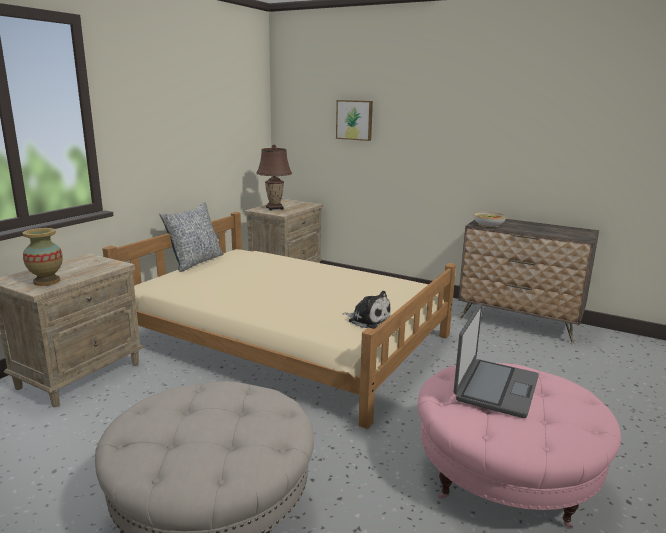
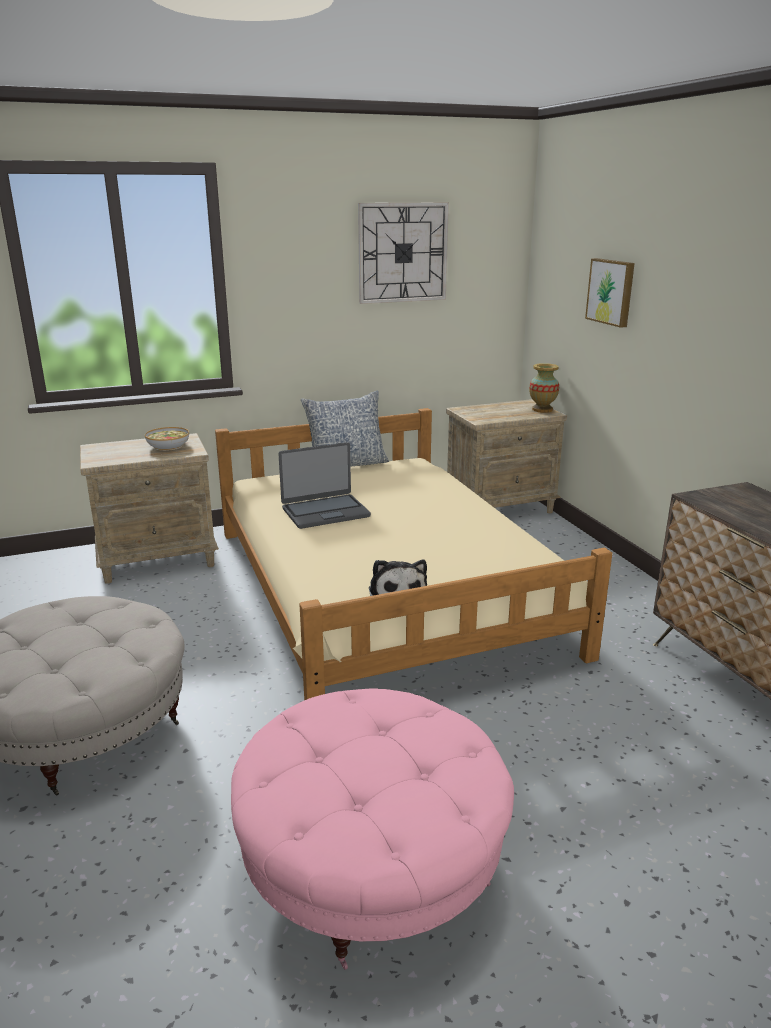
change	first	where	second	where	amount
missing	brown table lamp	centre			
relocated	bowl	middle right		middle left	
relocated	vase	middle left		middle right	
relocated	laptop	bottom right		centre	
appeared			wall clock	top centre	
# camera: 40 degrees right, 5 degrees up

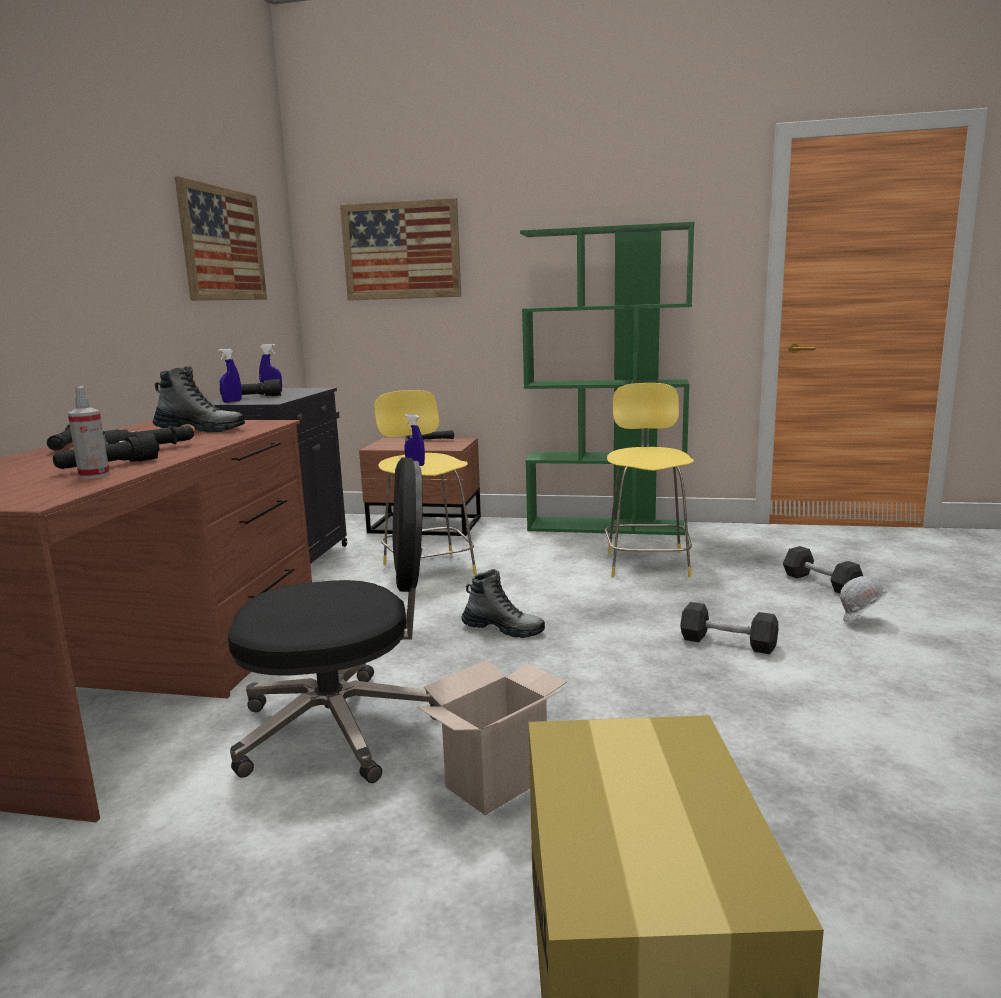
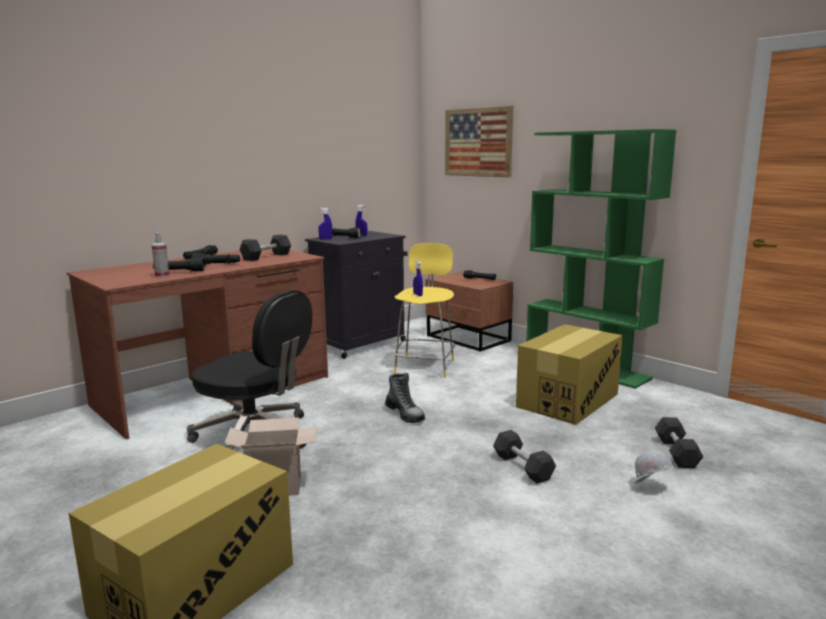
change	first	where	second	where	amount
missing	picture (no. 1 from left)	top left			
exchanged	boot (no. 1 from left)	middle left	black dumbbell (no. 1 from left)	middle left	
exchanged	yellow stool (no. 2 from left)	centre	cardboard box (no. 3 from left)	middle right	
# camera: 35 degrees right, 0 degrees up

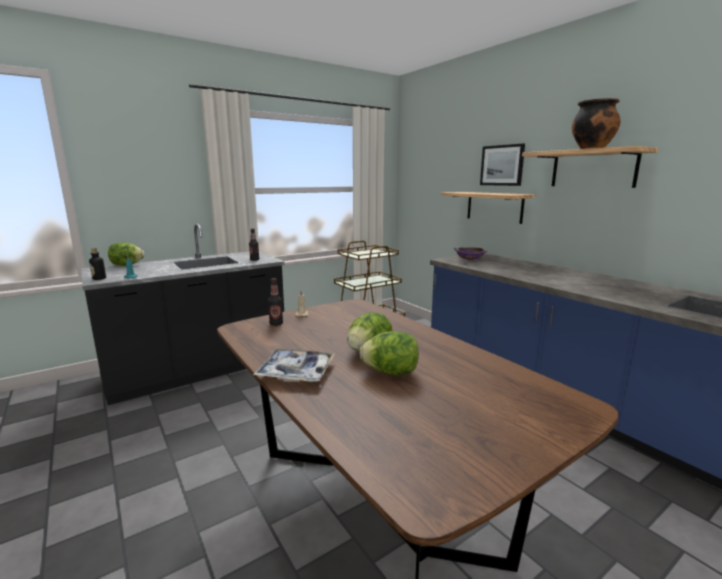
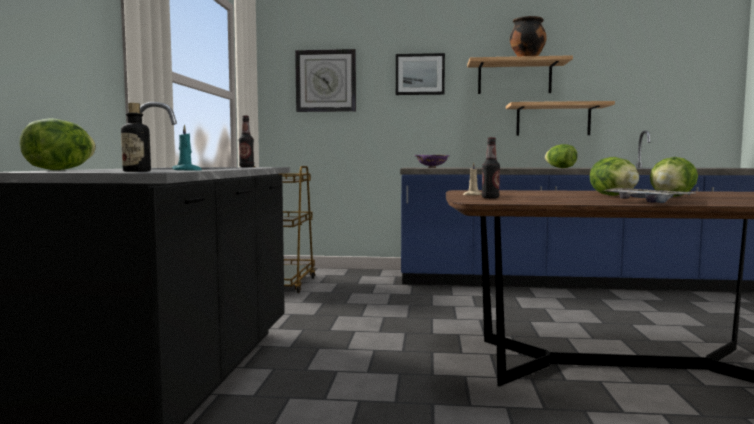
change	first	where	second	where	amount
relocated	shelf (no. 1 from left in the first image)	middle right	shelf (no. 2 from left)	top right	
appeared			wall clock	top centre	
appeared			lettuce (no. 2 from left)	middle right	
# camera: 50 degrees left, 10 degrees down

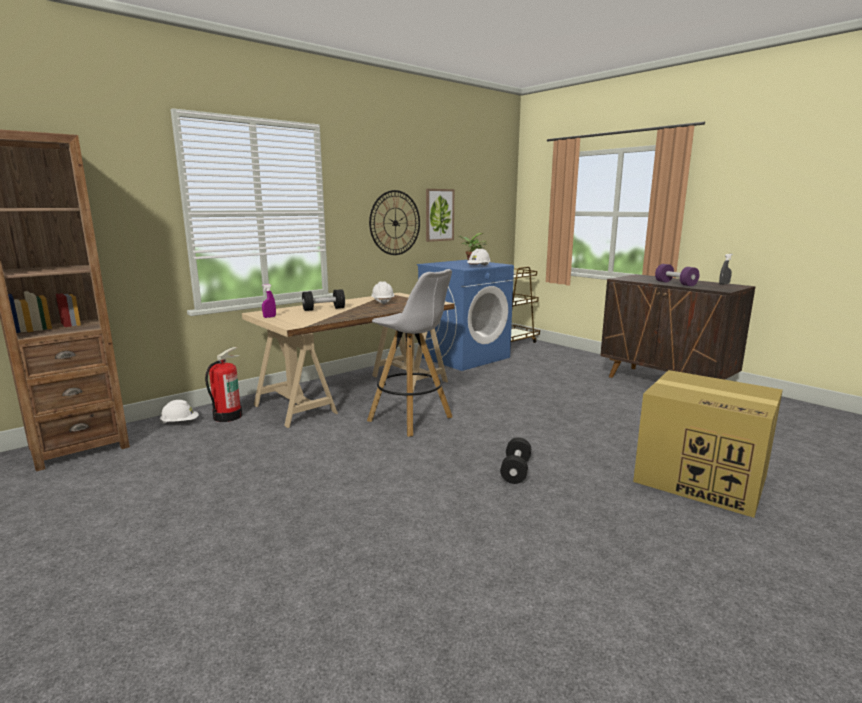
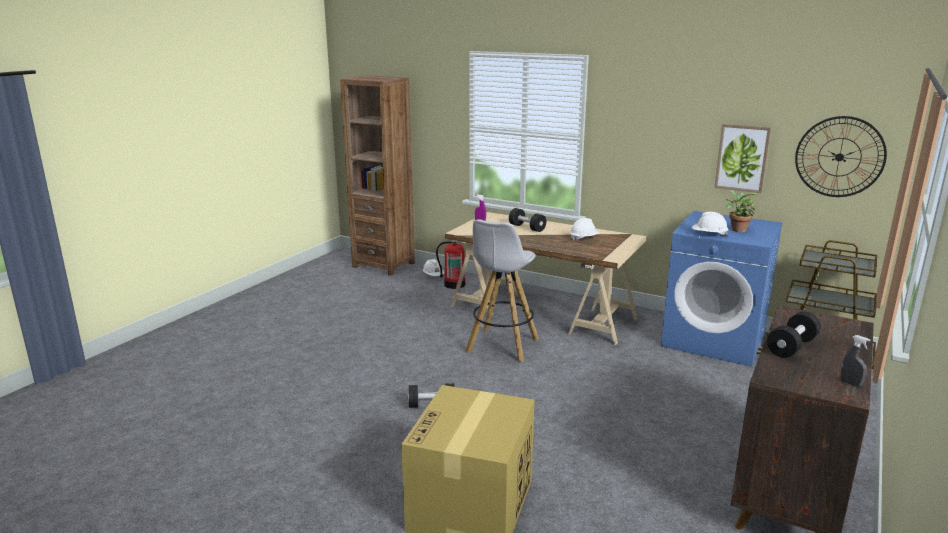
change	first	where	second	where	amount
relocated	wall clock	top centre		top right	
colour	purple dumbbell	middle right	black dumbbell (no. 3 from left)	middle right	
# camera: 70 degrees right, 5 degrees up

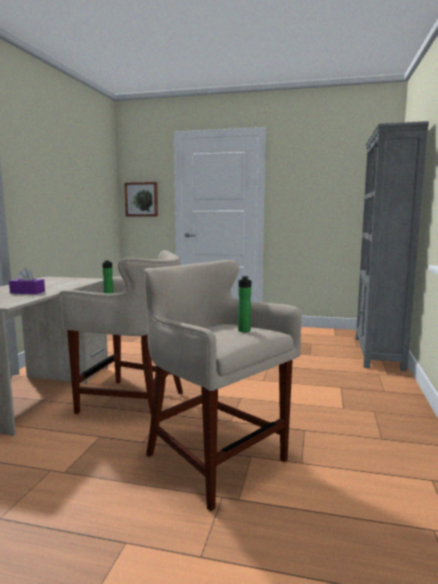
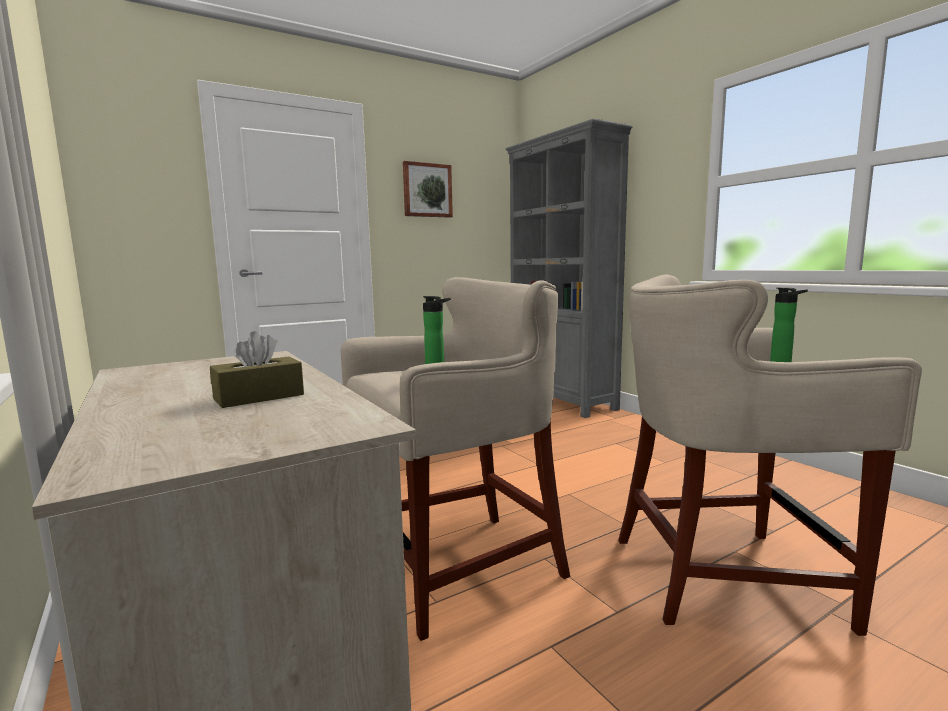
change	first	where	second	where	amount
relocated	picture	middle left		top centre	
colour	purple tissue box	middle left	brown tissue box	middle left	
# camera: 45 degrees left, 0 degrees up

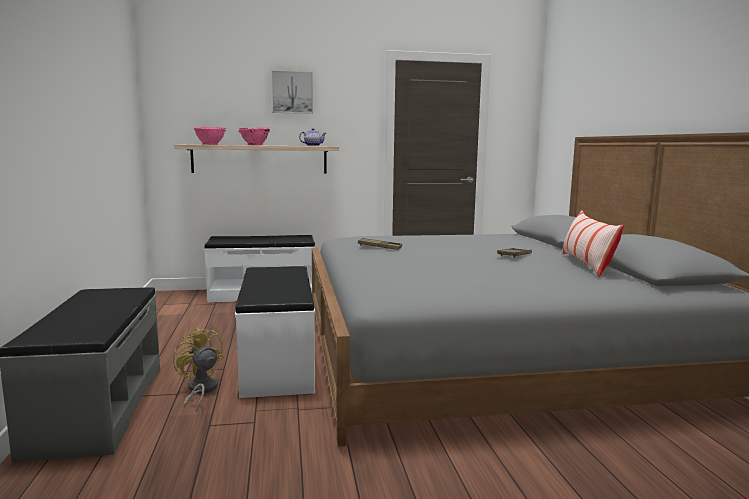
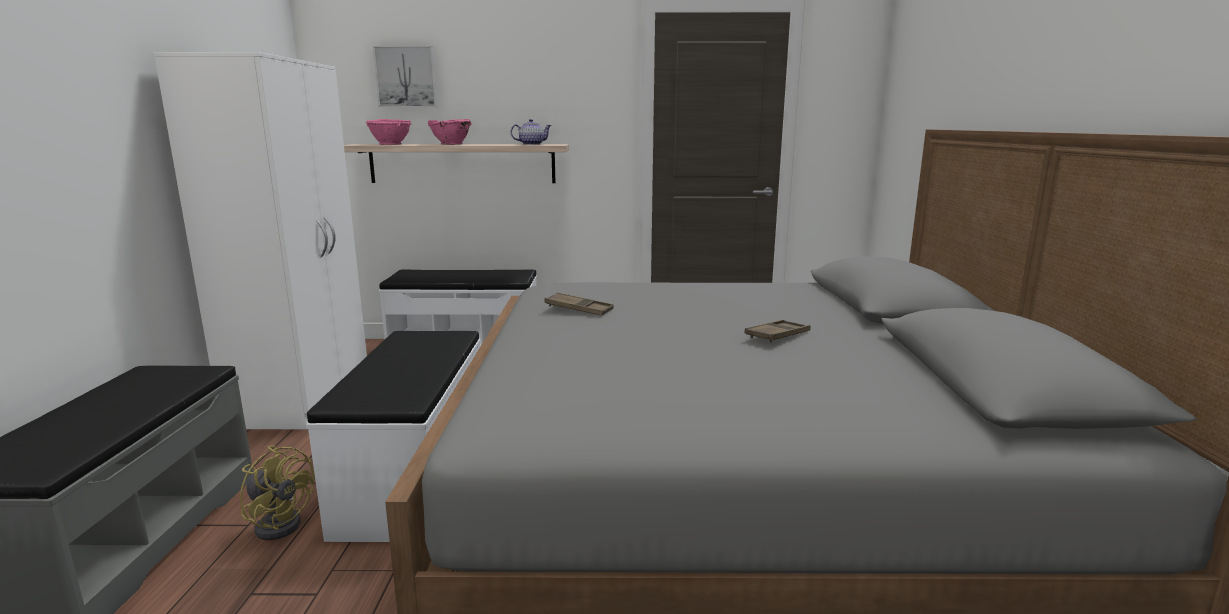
change	first	where	second	where	amount
relocated	picture	top centre		top left	
missing	pillow	middle right			
spun	yellow fan	bottom left		bottom left	150 degrees clockwise
appeared			white wardrobe	middle left	
# camera: 10 degrees right, 5 degrees up

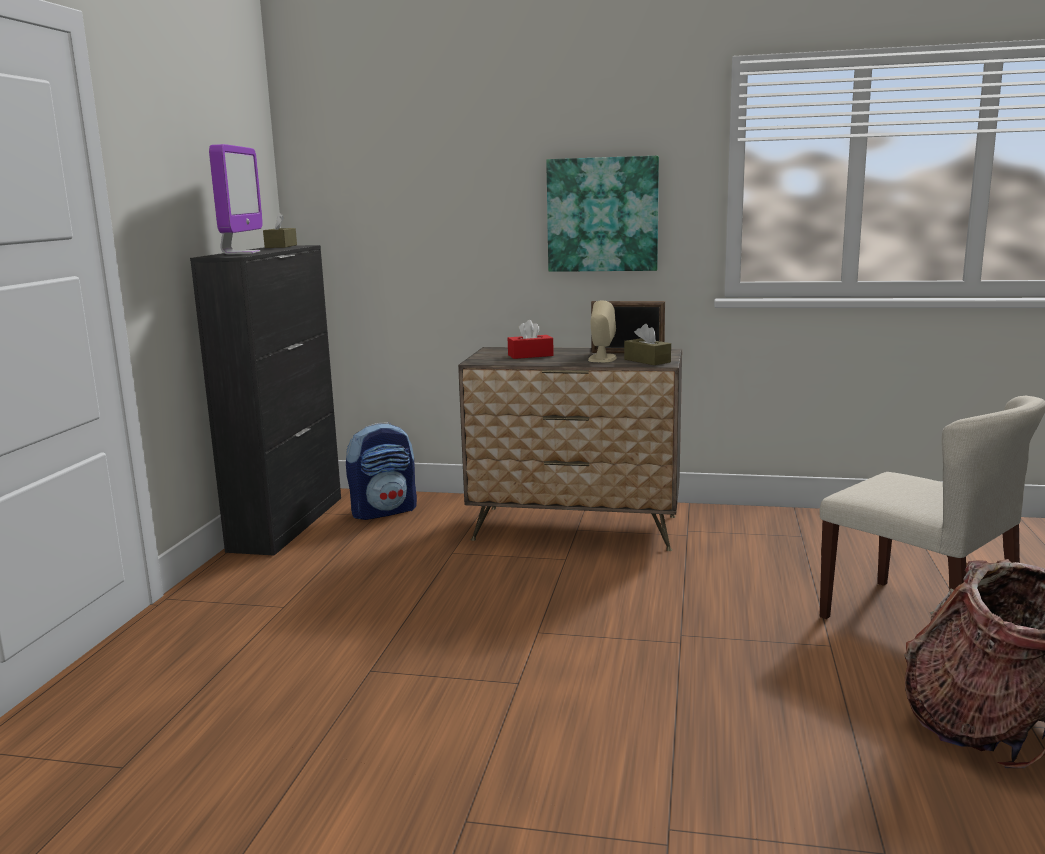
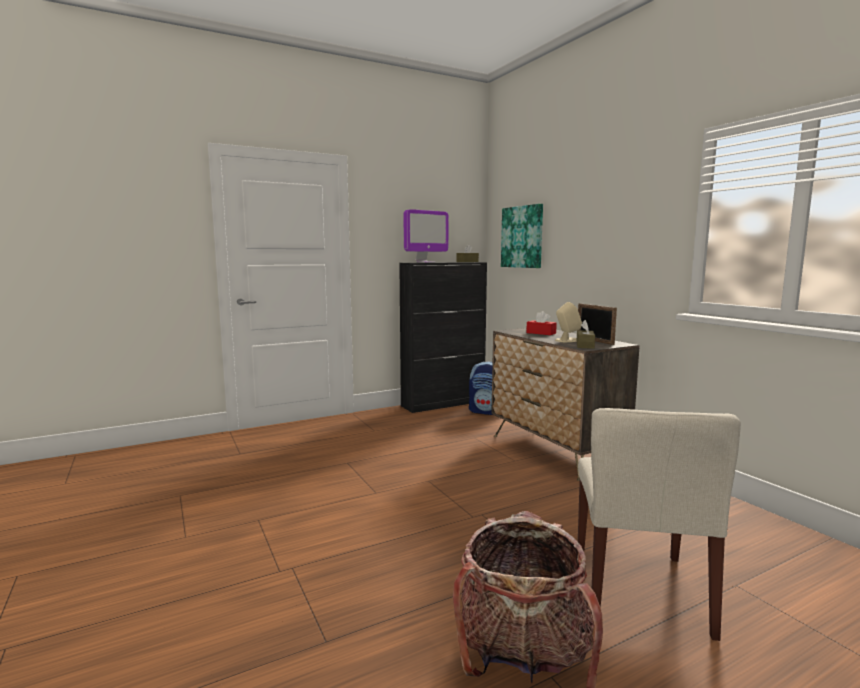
change	first	where	second	where	amount
relocated	picture	top centre		centre	
# camera: 50 degrees right, 5 degrees down

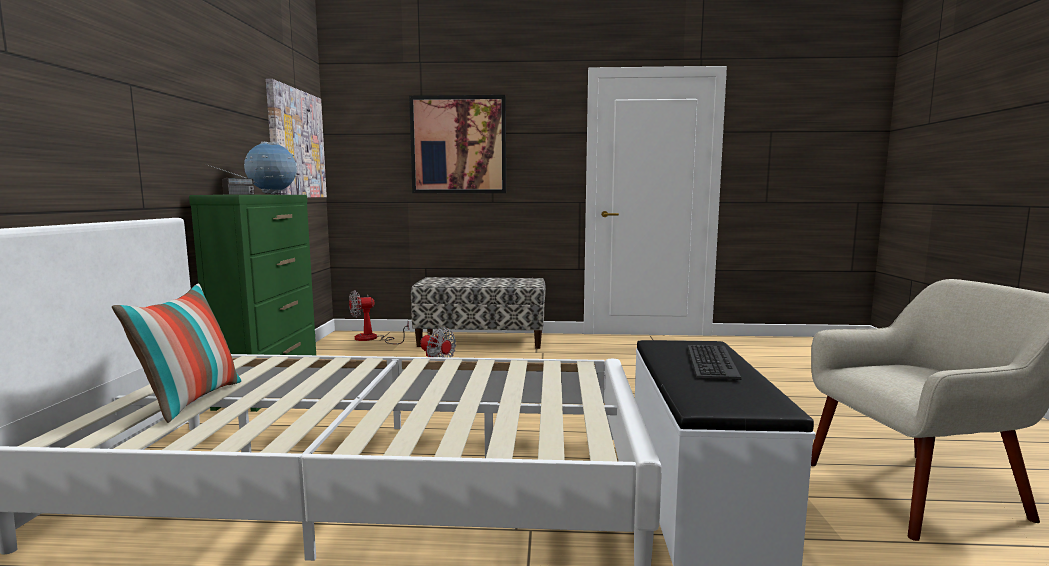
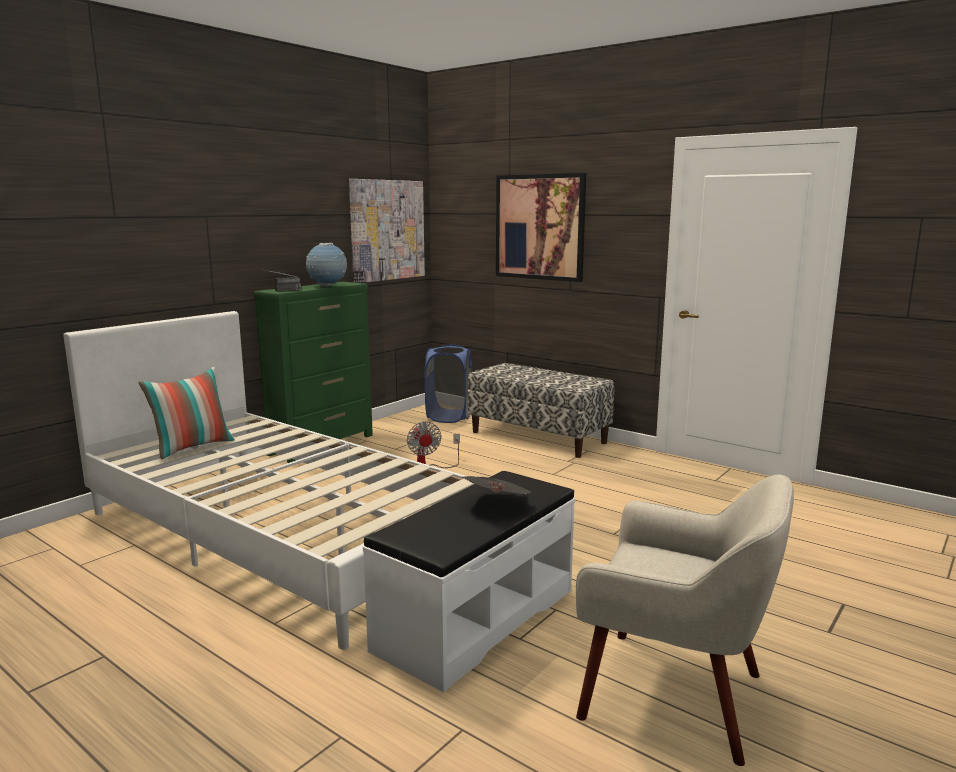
change	first	where	second	where	amount
exchanged	fan (no. 1 from left)	centre	blue laundry basket	centre	
exchanged	keyboard	middle right	newspaper	centre	
# camera: 35 degrees right, 5 degrees up

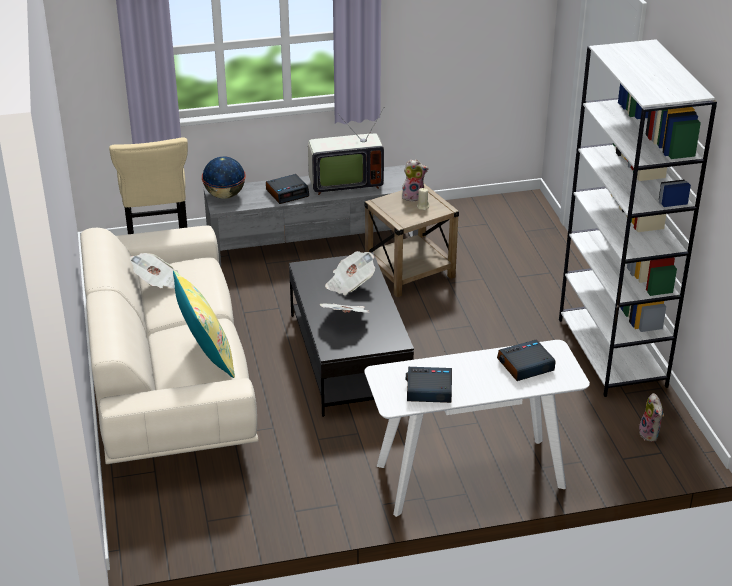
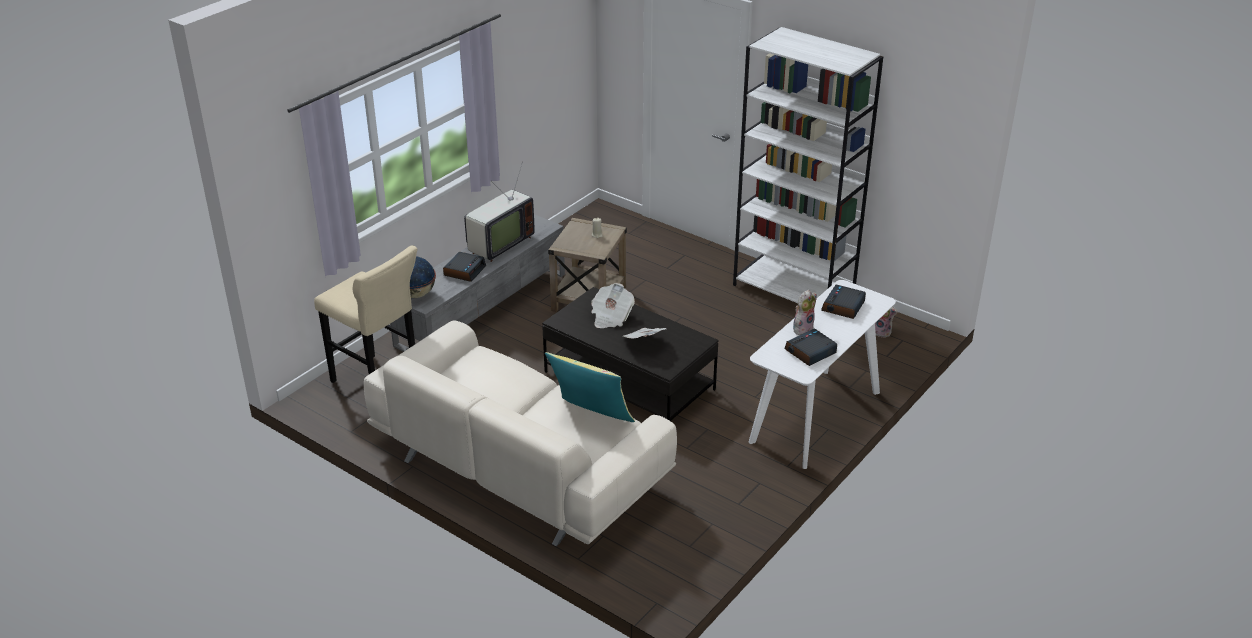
change	first	where	second	where	amount
relocated	plush toy (no. 1 from left)	top centre		centre	
missing	newspaper (no. 1 from left)	middle left			
# camera: 40 degrees left, 0 degrees up

